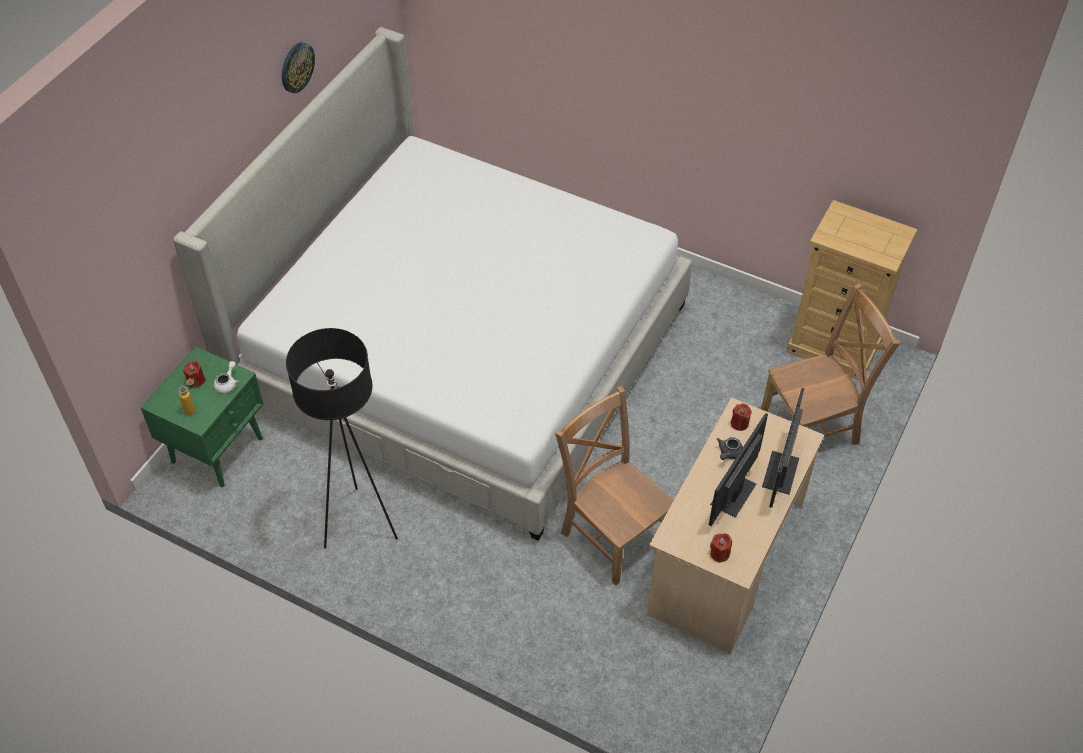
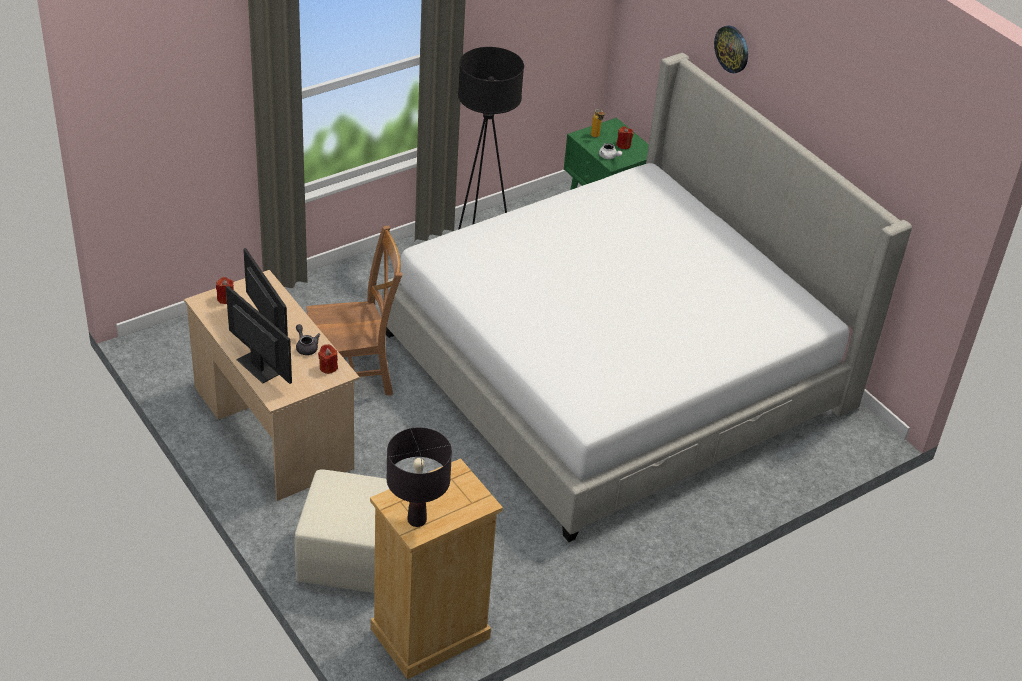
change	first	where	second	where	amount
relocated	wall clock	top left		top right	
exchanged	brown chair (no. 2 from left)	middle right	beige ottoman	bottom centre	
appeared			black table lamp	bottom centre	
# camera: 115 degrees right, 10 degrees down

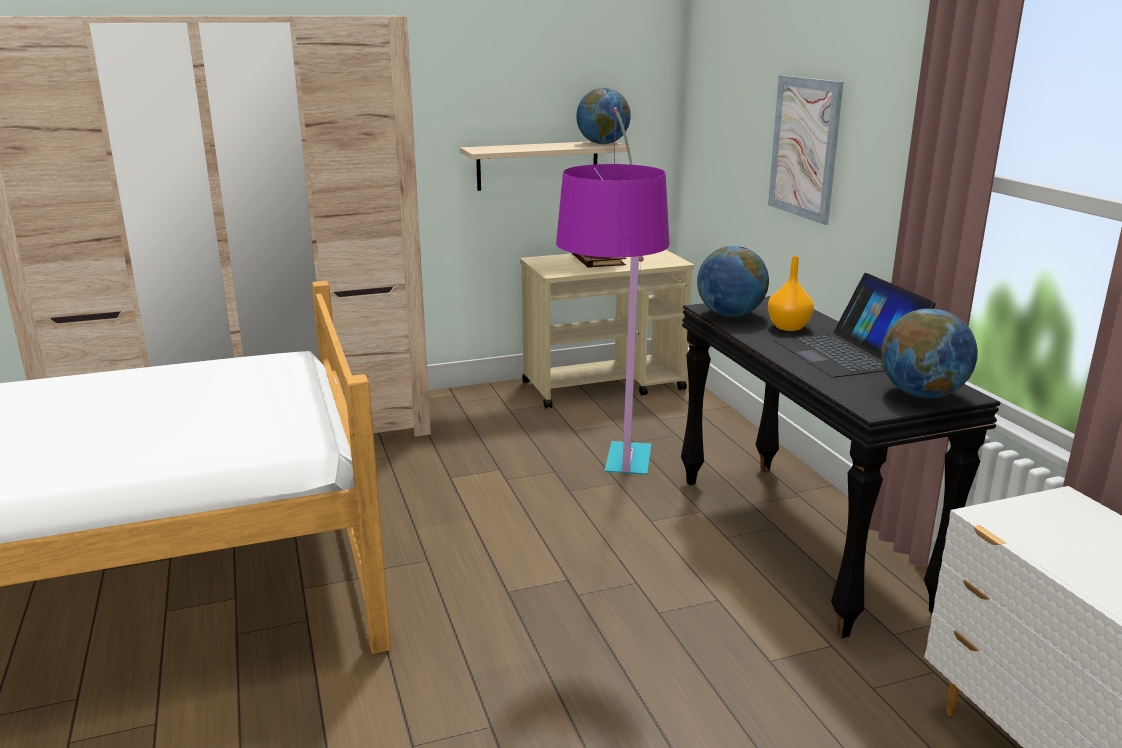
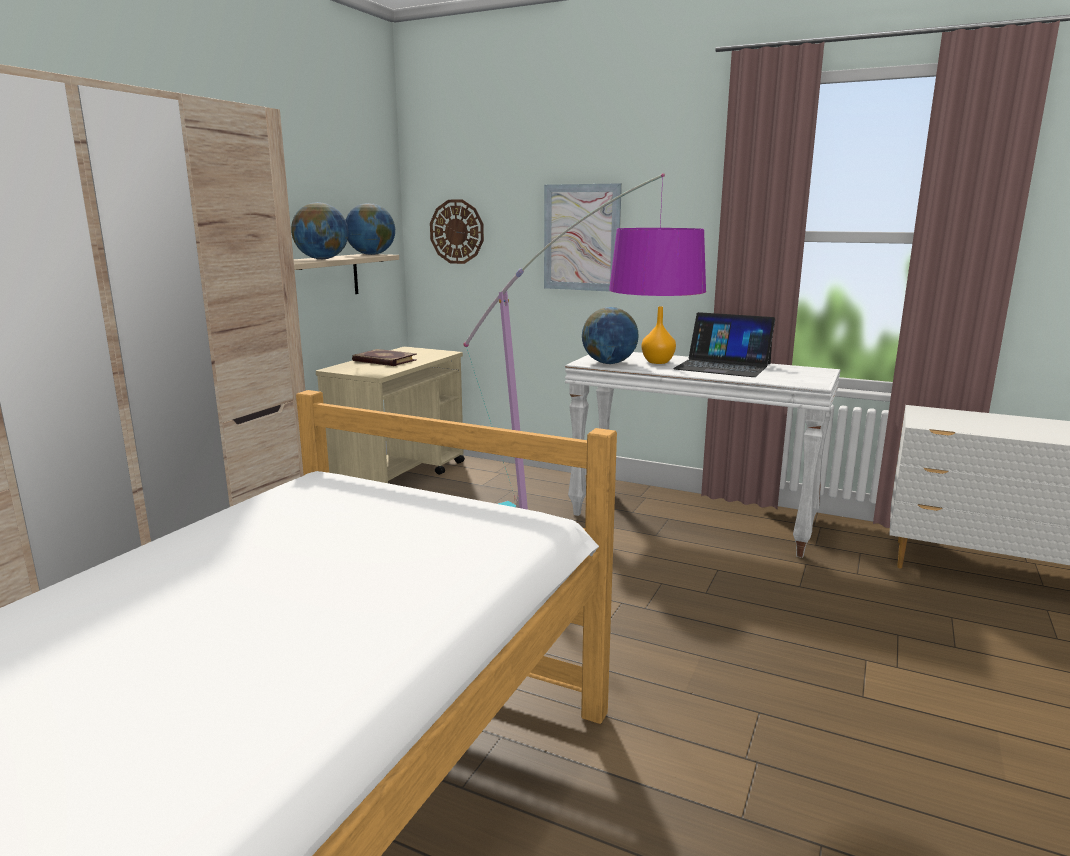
change	first	where	second	where	amount
colour	black console table	middle right	white console table	centre	
relocated	globe (no. 3 from left in the first image)	middle right	globe (no. 1 from left)	top left	
appeared			wall clock	top centre	
# camera: 45 degrees left, 5 degrees down

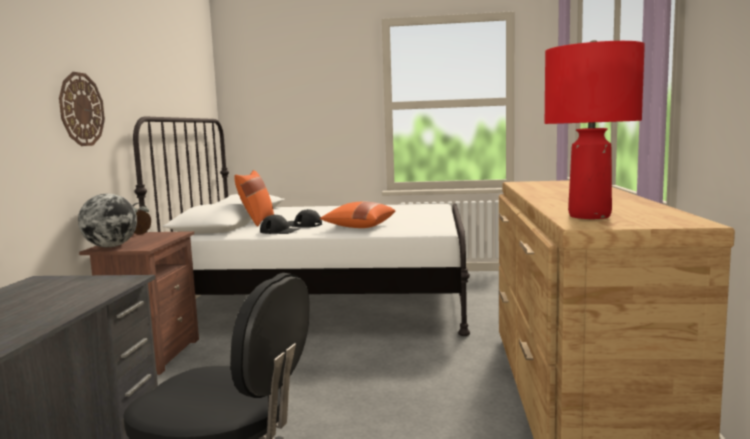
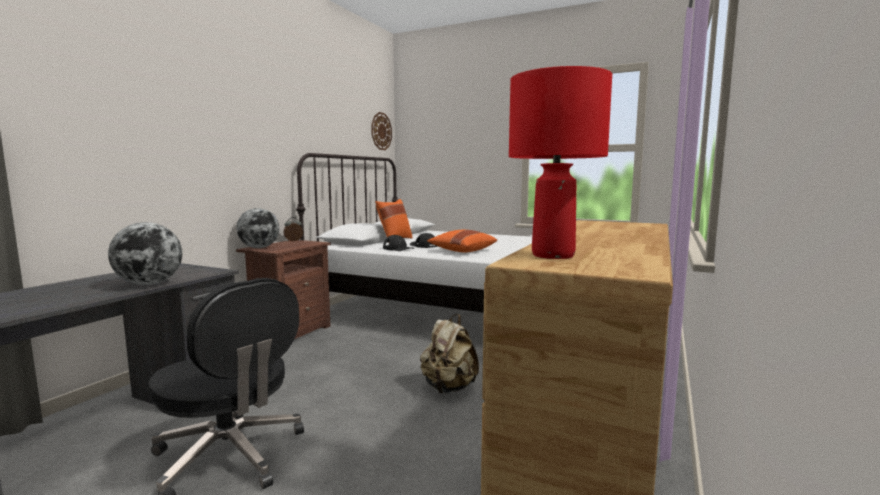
change	first	where	second	where	amount
relocated	wall clock	top left		top centre	
appeared			globe (no. 1 from left)	middle left	
appeared			beige backpack	bottom centre	
# camera: 20 degrees right, 0 degrees up

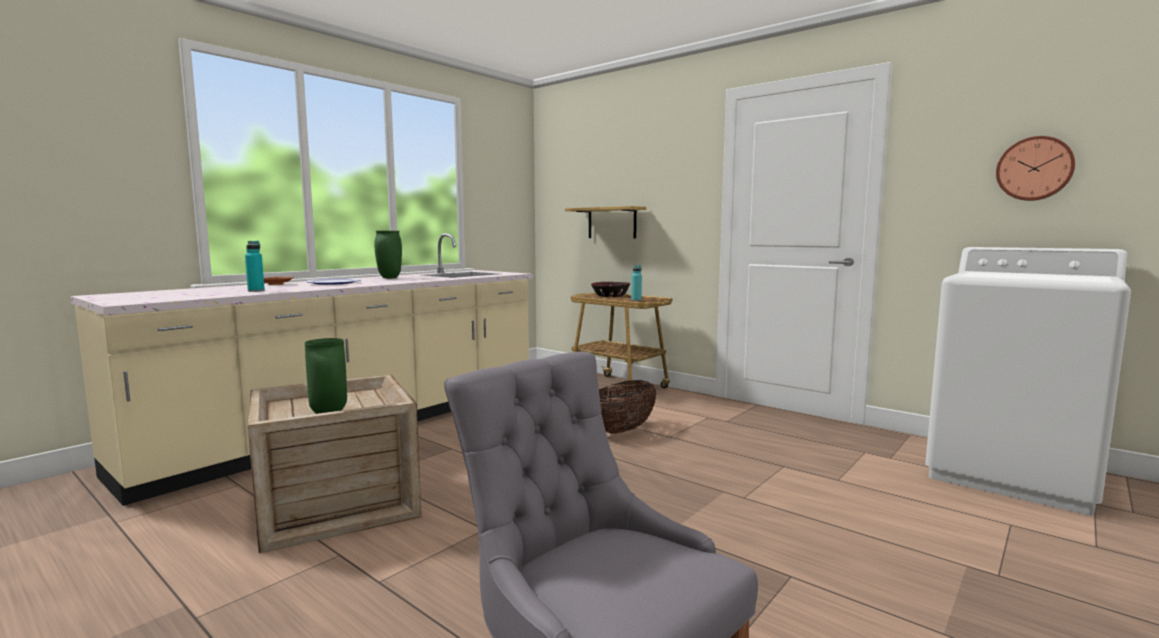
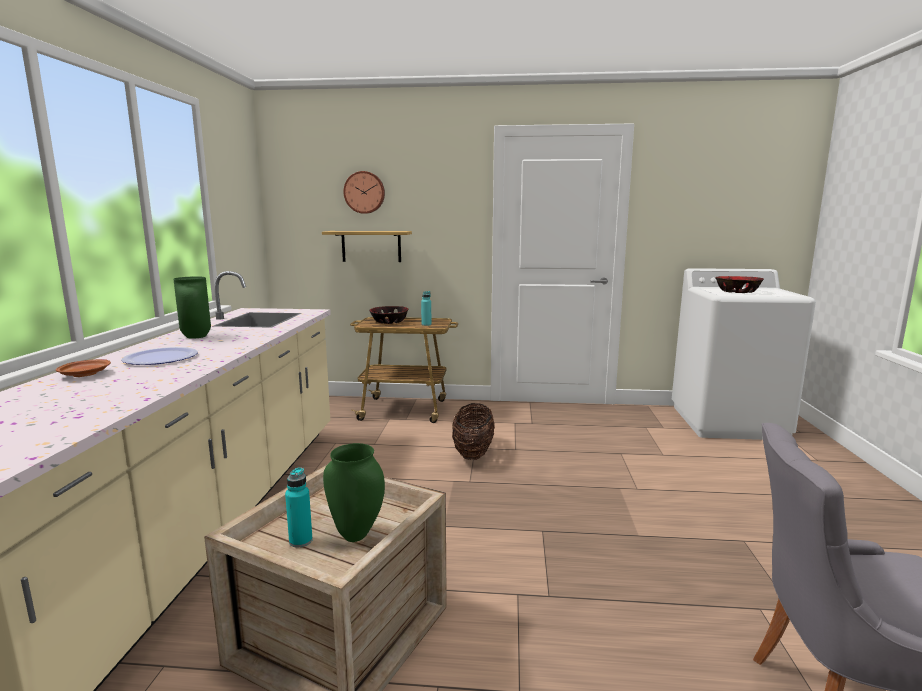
change	first	where	second	where	amount
relocated	wall clock	top right		top centre	
relocated	turquoise bottle (no. 1 from left)	middle left		bottom left	
appeared			bowl (no. 2 from left)	middle right	
# camera: 35 degrees left, 5 degrees up

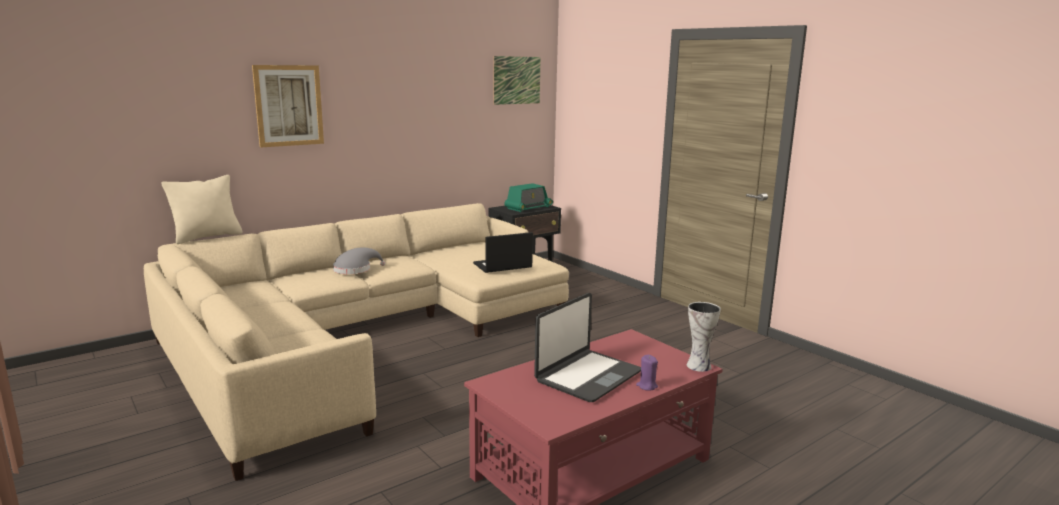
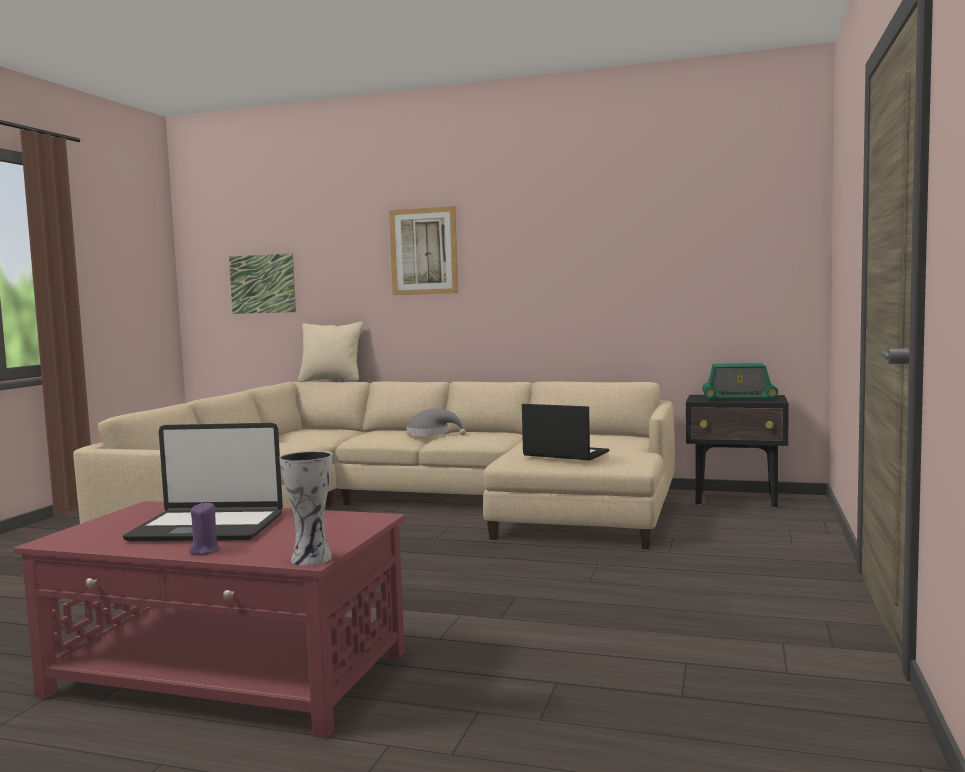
change	first	where	second	where	amount
relocated	picture (no. 2 from left in the first image)	top centre	picture (no. 1 from left)	middle left	
# camera: 55 degrees right, 10 degrees down

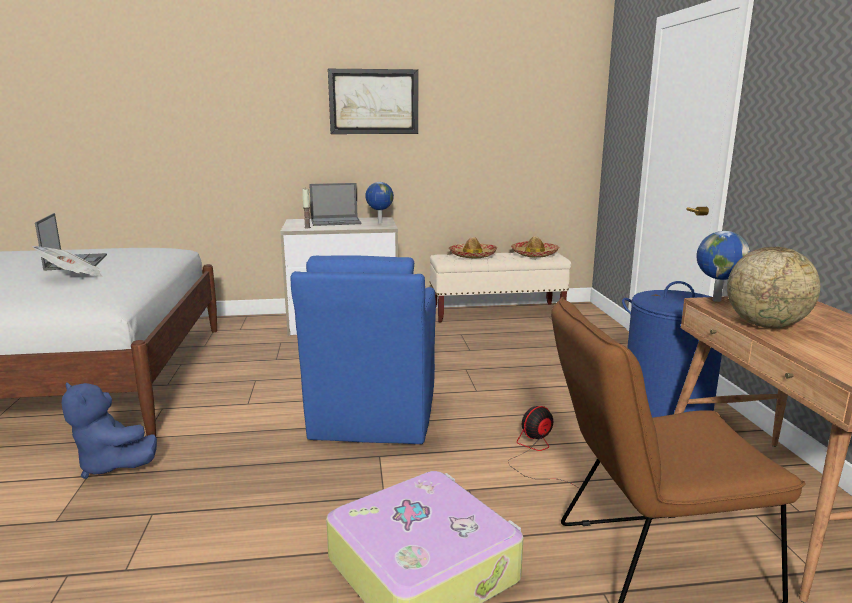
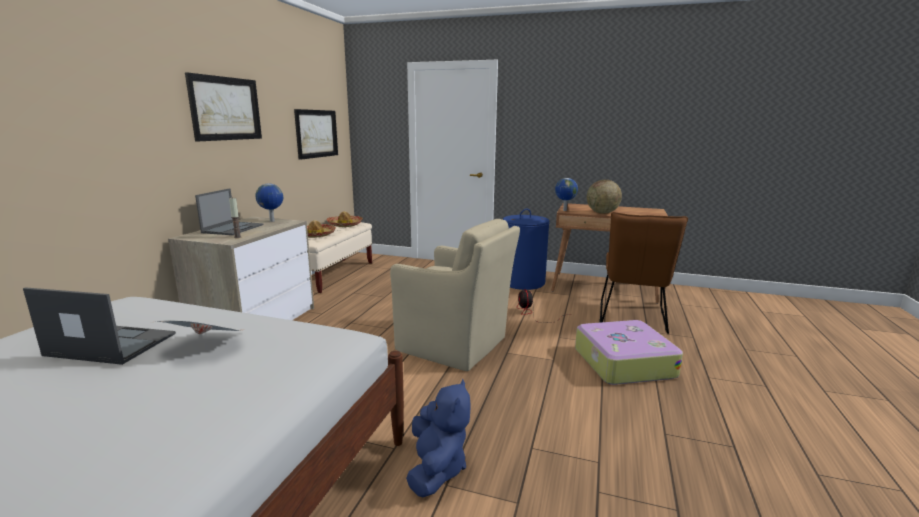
change	first	where	second	where	amount
colour	blue armchair	centre	beige armchair	centre	
spun	blue plush toy	bottom left		bottom centre	60 degrees counterclockwise
appeared			picture (no. 2 from left)	top centre	
# camera: 65 degrees left, 0 degrees up

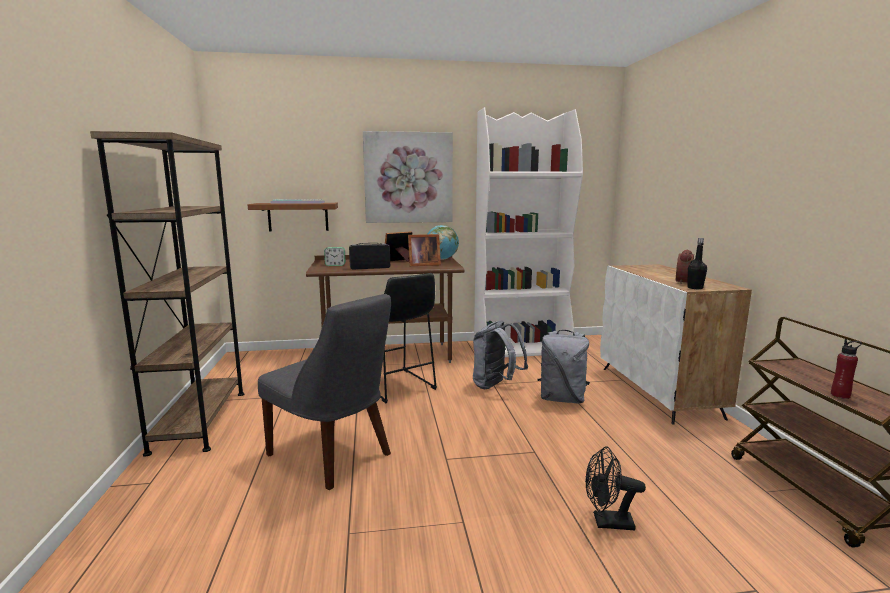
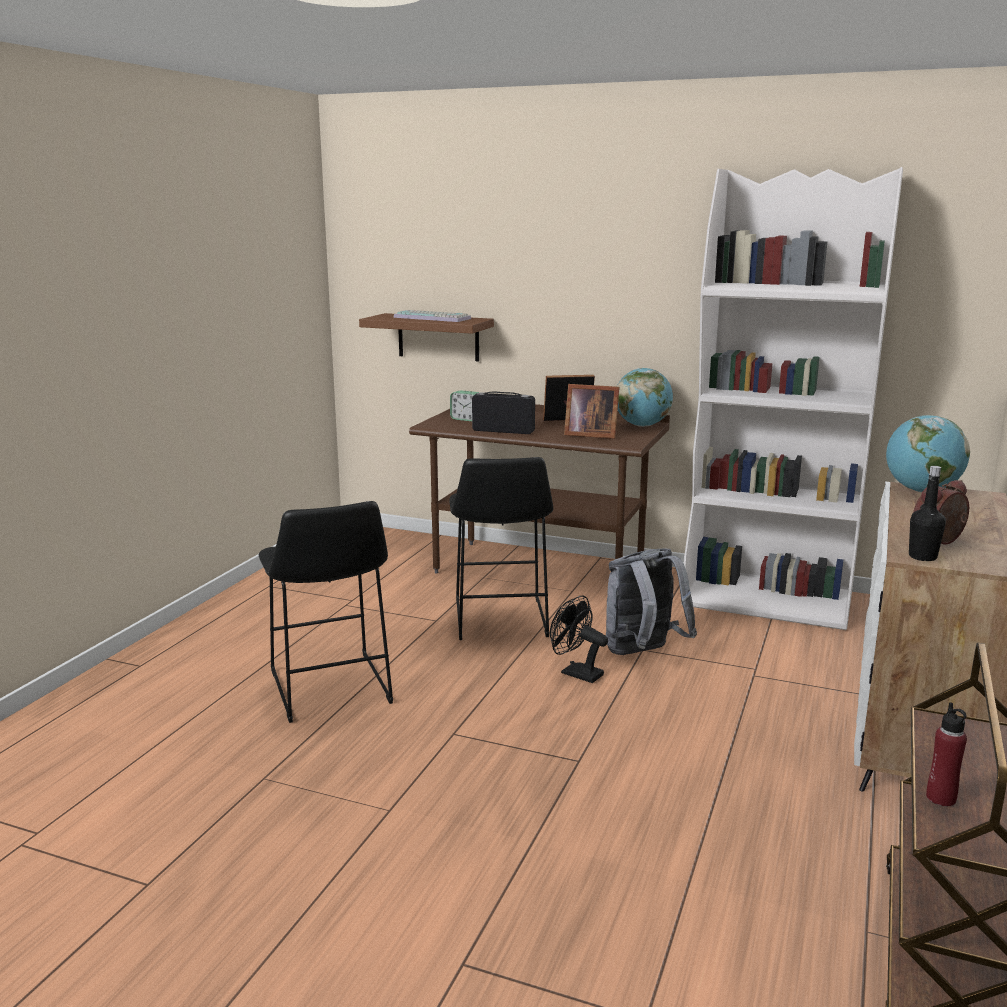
change	first	where	second	where	amount
missing	brown bookcase	middle left			
missing	picture	top centre			
exchanged	grey chair	centre	black stool (no. 1 from left)	middle left	
missing	grey backpack (no. 2 from left)	centre			
relocated	black fan	bottom right		centre	
appeared			globe (no. 2 from left)	middle right	
# camera: 30 degrees right, 5 degrees up

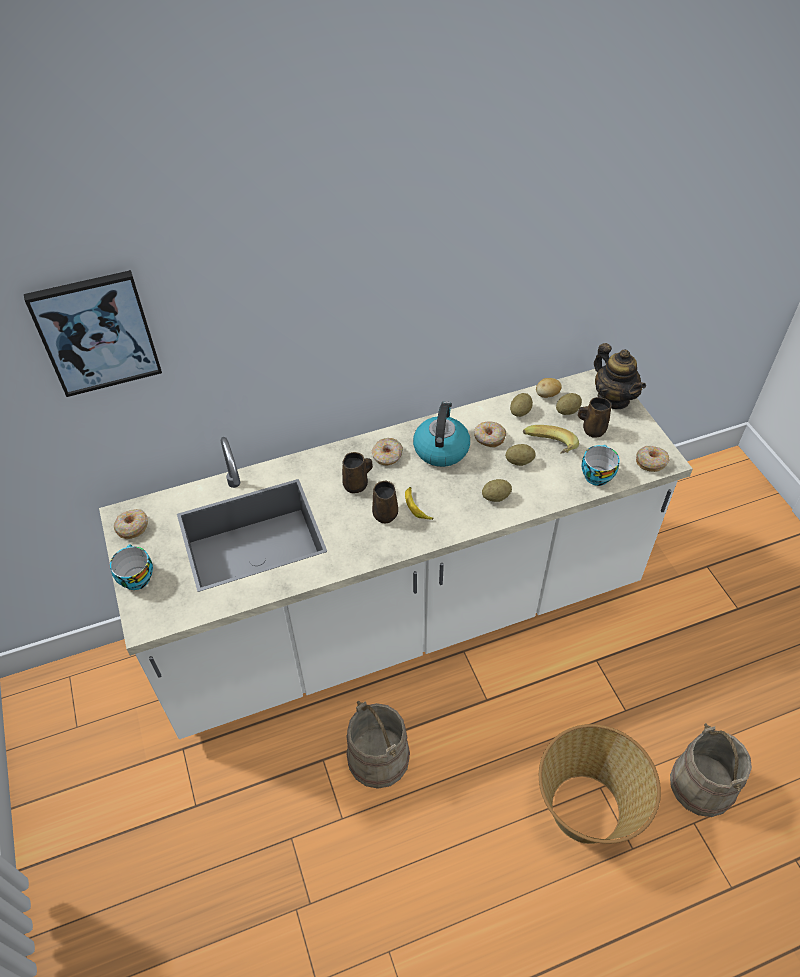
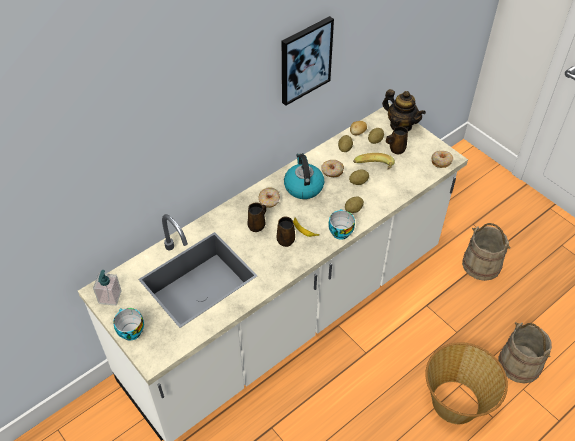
change	first	where	second	where	amount
relocated	picture	middle left		top centre	
relocated	cup (no. 2 from left)	middle right		centre	
exchanged	donut (no. 1 from left)	middle left	soap dispenser	middle left	
relocated	beige bucket (no. 1 from left)	bottom centre		middle right	
# camera: 20 degrees left, 0 degrees up

